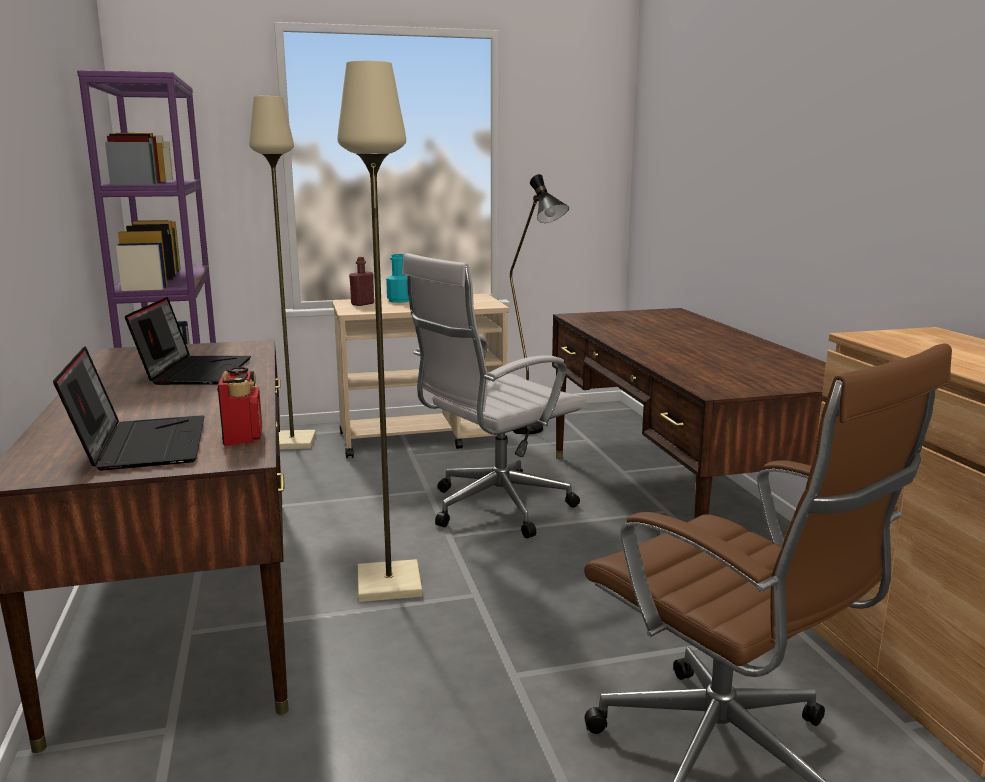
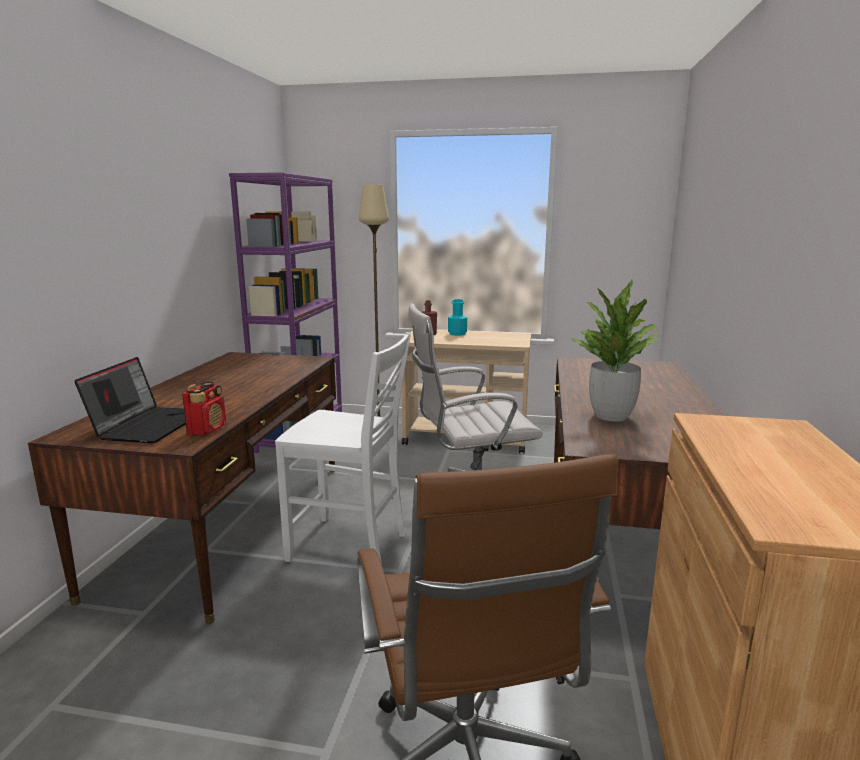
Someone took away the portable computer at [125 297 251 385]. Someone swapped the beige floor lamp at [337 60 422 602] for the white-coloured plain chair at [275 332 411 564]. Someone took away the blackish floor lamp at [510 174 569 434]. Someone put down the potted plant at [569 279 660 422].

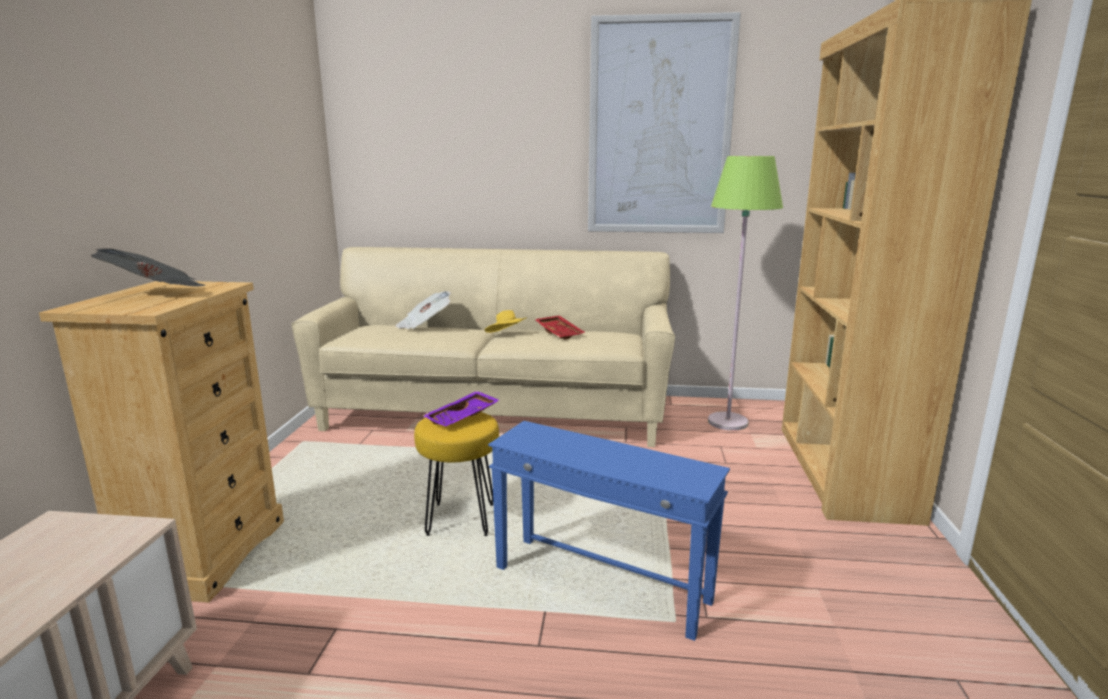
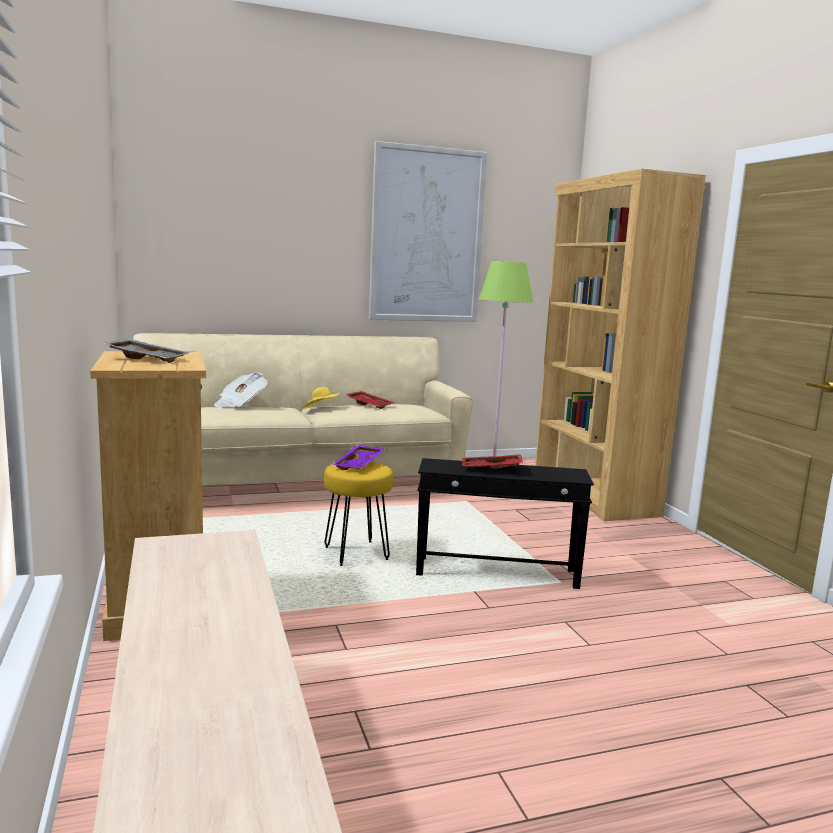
Someone swapped the newspaper at [91 248 205 286] for the greyish serving tray at [103 339 190 363]. Someone repainted the bluish end table at [488 421 730 641], which became the blackish end table at [416 458 594 589]. Someone put down the reddish serving tray at [462 454 523 468].

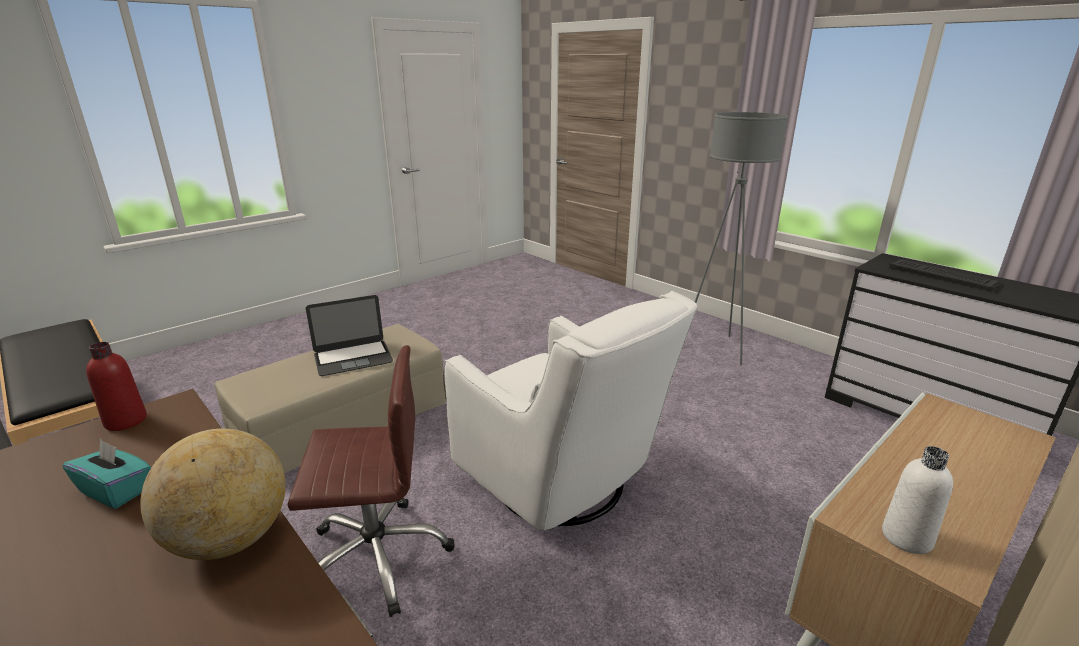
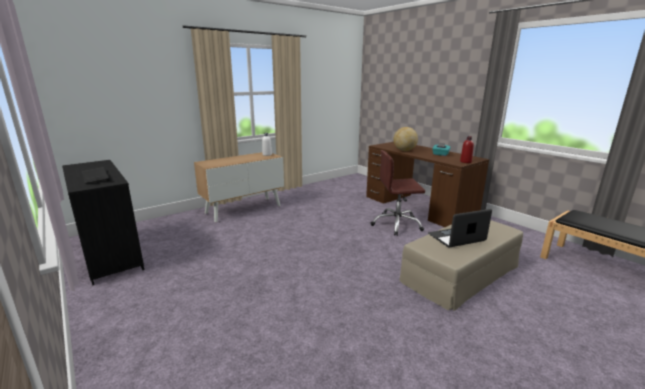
Someone took away the white-coloured armchair at [444 291 697 531]. Someone took away the greyish floor lamp at [695 112 788 366].

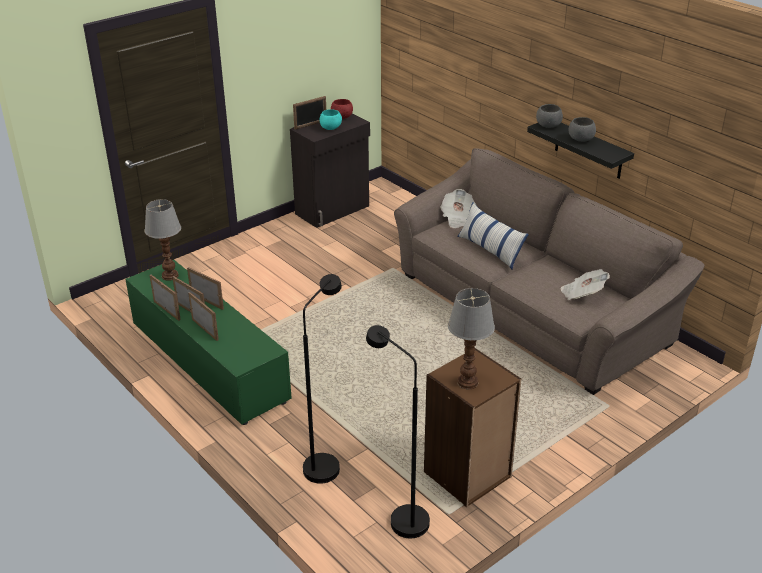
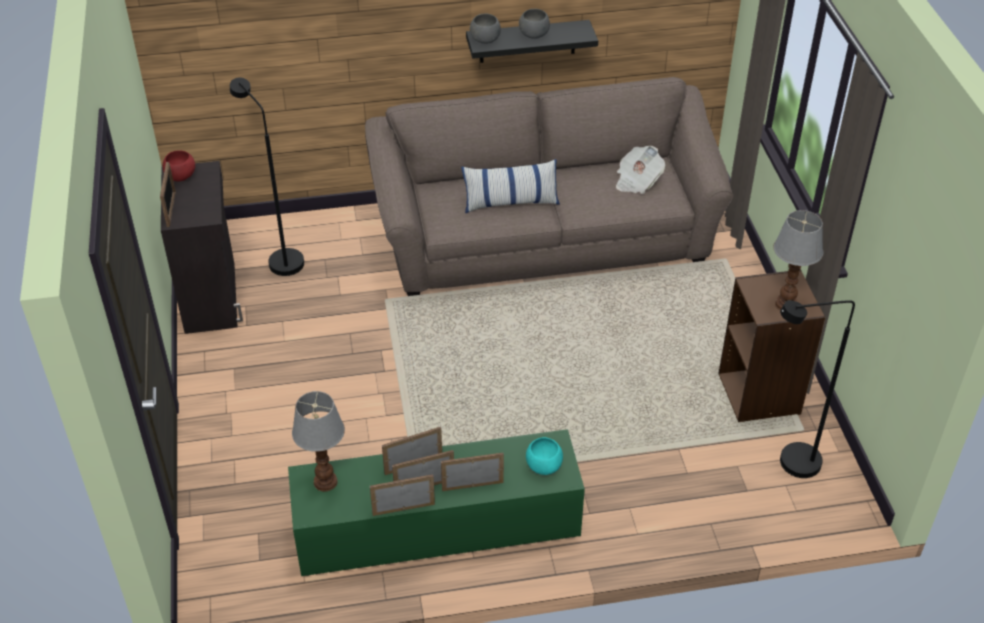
Someone carried the blackish floor lamp from [303 274 342 484] to [230 78 304 276]. Someone carried the turquoise-coloured serving bowl from [320 109 342 130] to [526 437 563 475]. Someone took away the newspaper at [440 189 477 228].

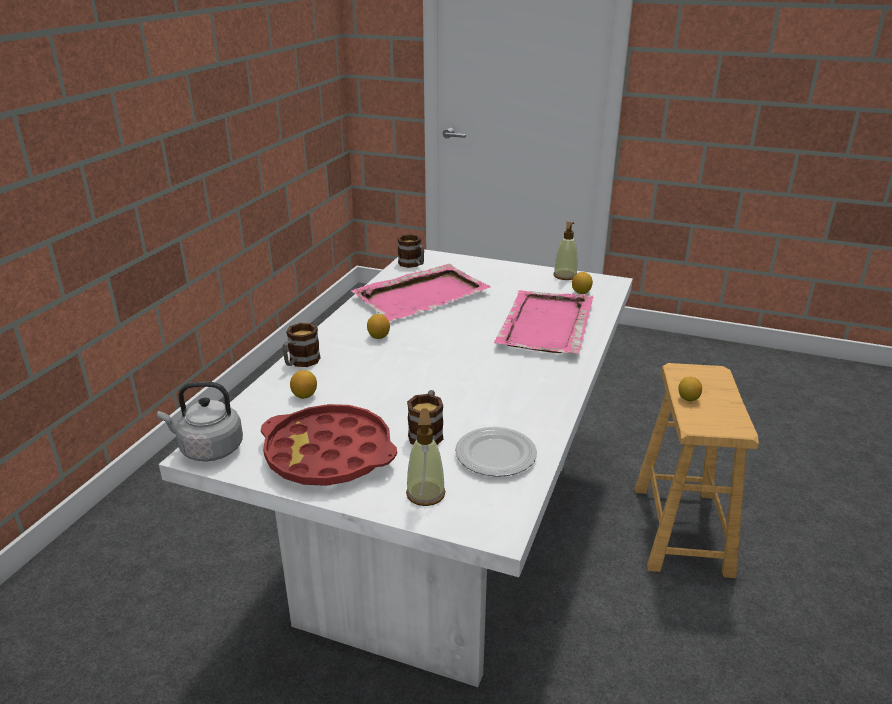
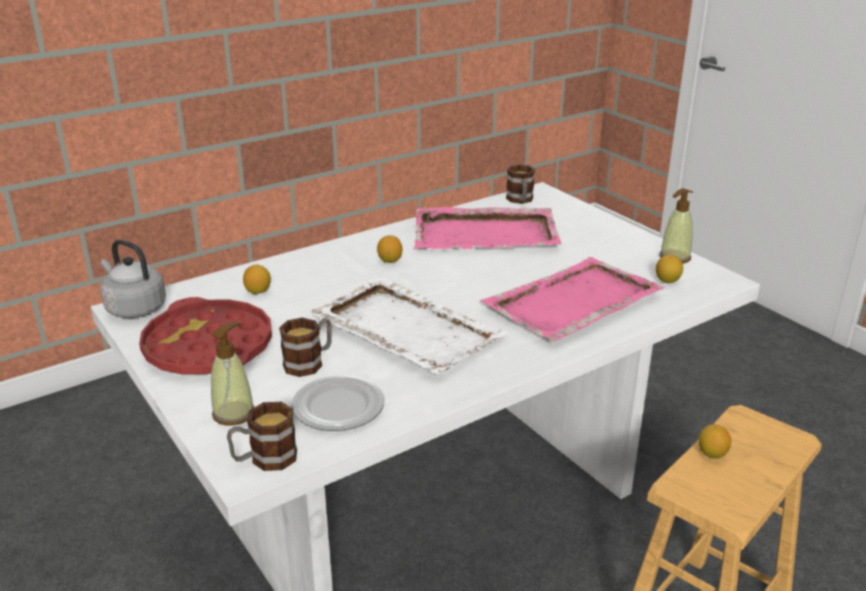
Someone carried the tea mug from [283 323 321 367] to [227 402 297 471]. Someone put down the white-coloured serving tray at [309 277 508 374].

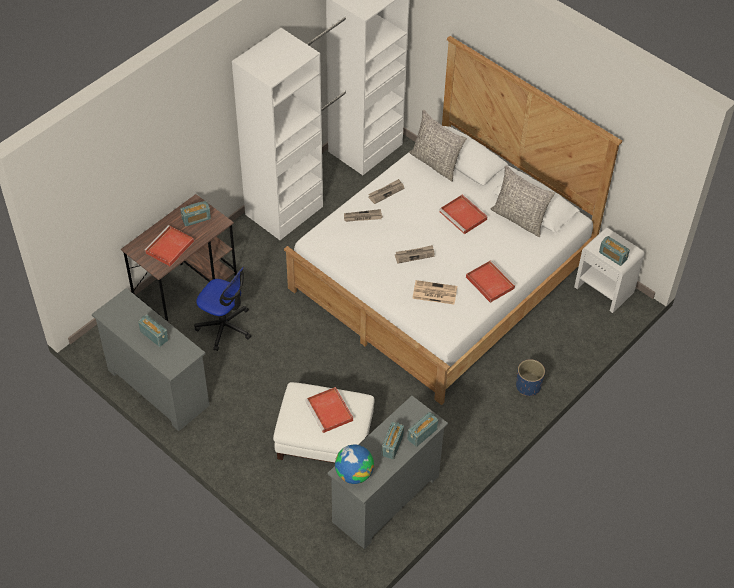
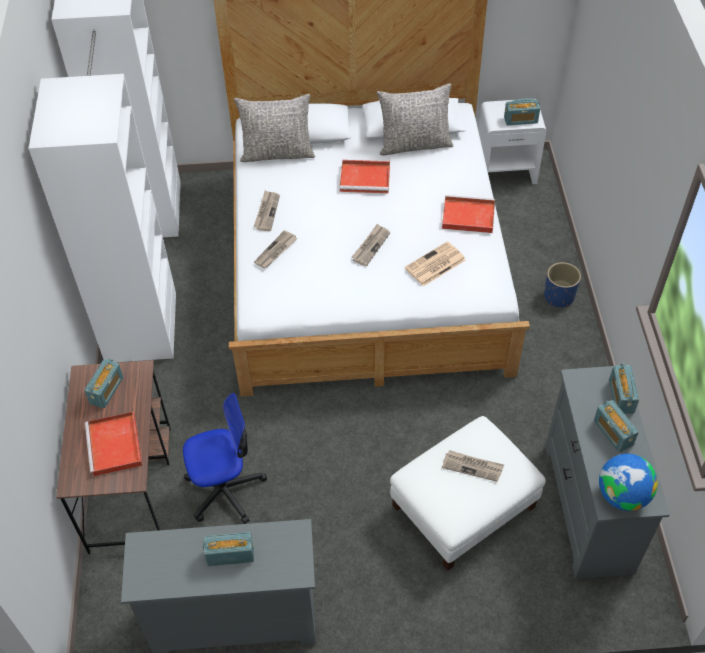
Someone swapped the reddish serving tray at [305 387 353 433] for the newspaper at [442 450 504 482].

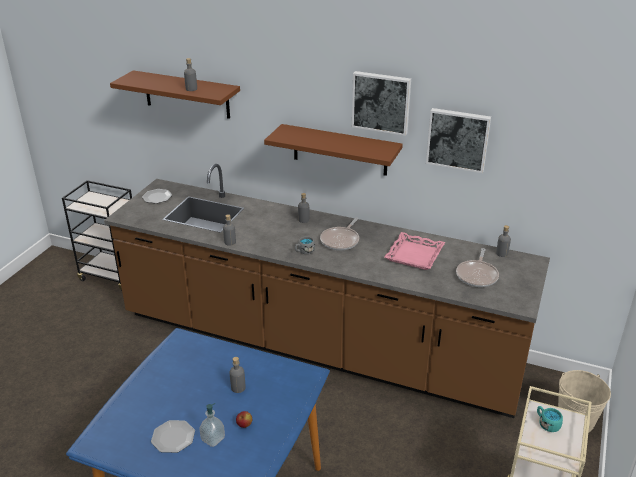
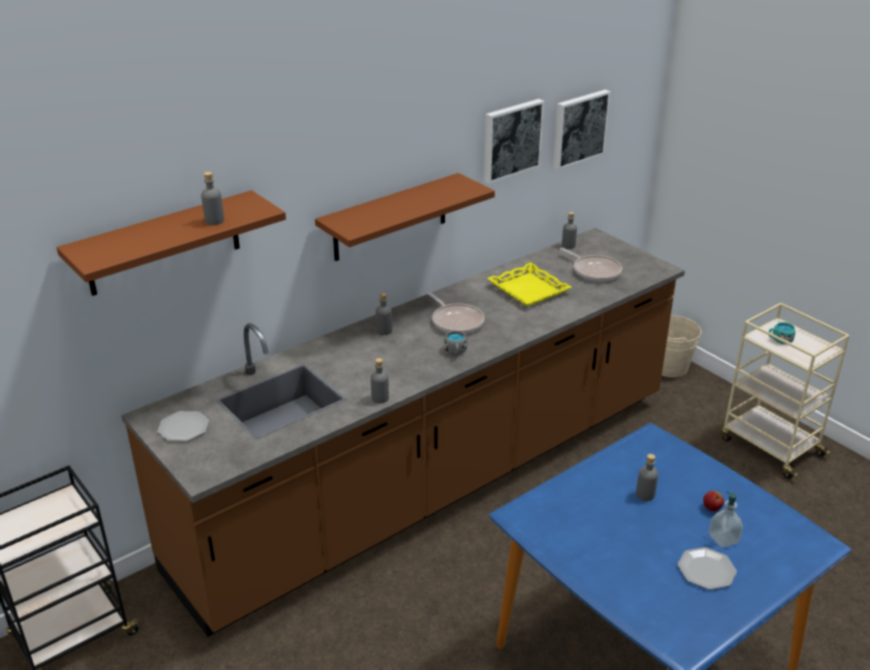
Someone carried the wall picture from [352 71 411 136] to [553 90 611 170]. Someone repainted the pinkish serving tray at [384 232 445 270], which became the yellowish serving tray at [487 262 571 306].

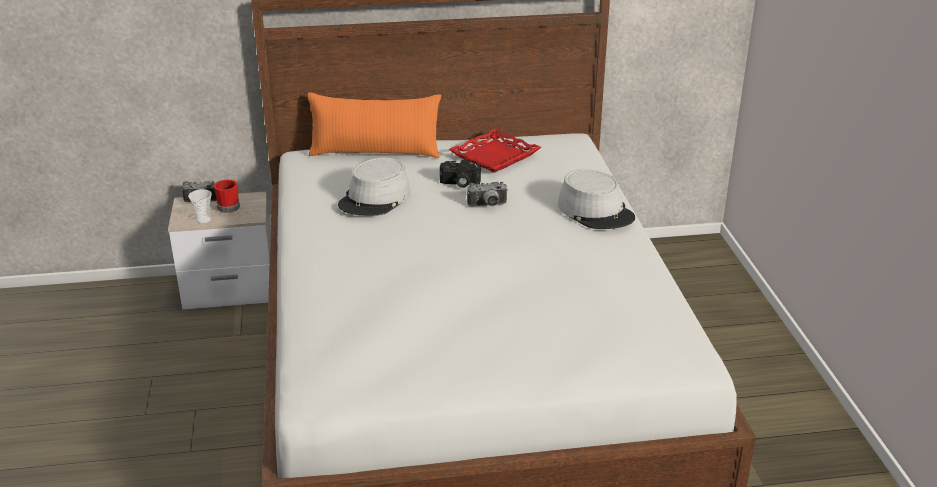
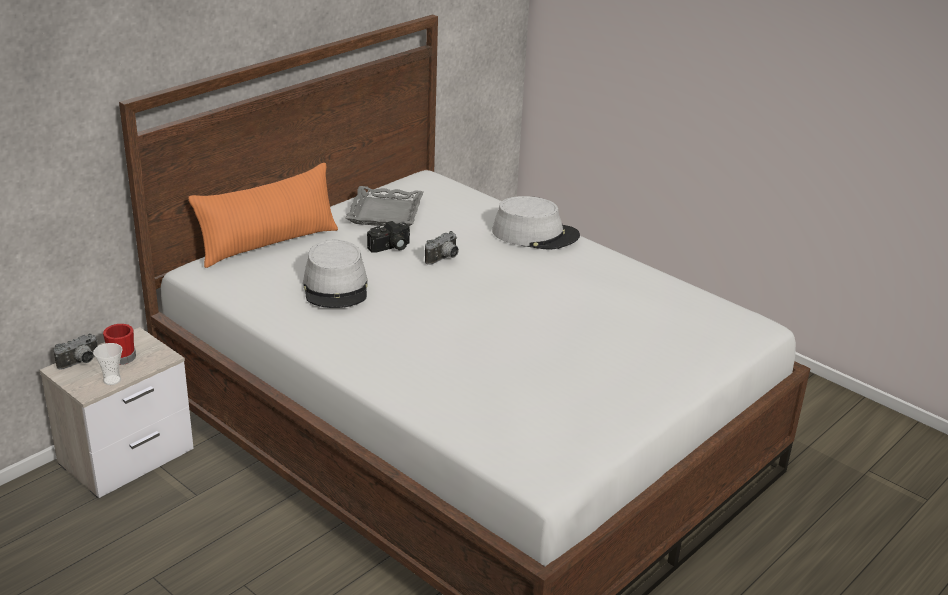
Someone repainted the reddish serving tray at [449 129 542 173], which became the greyish serving tray at [345 186 423 226].

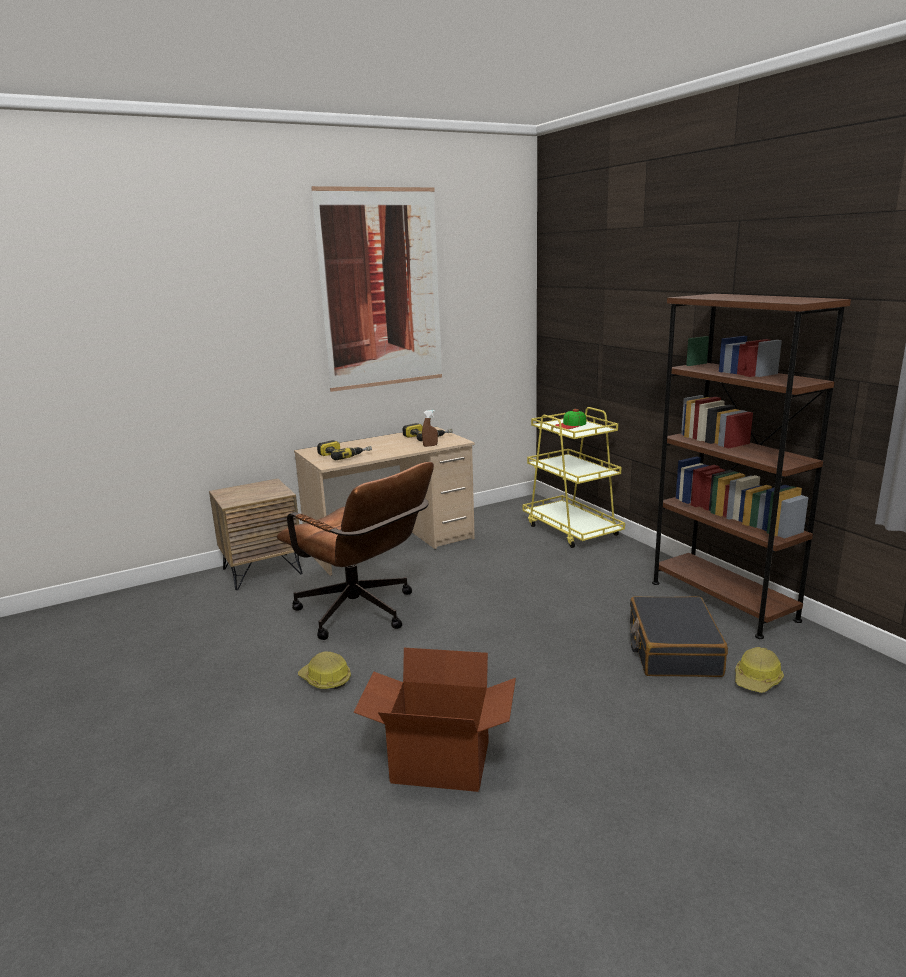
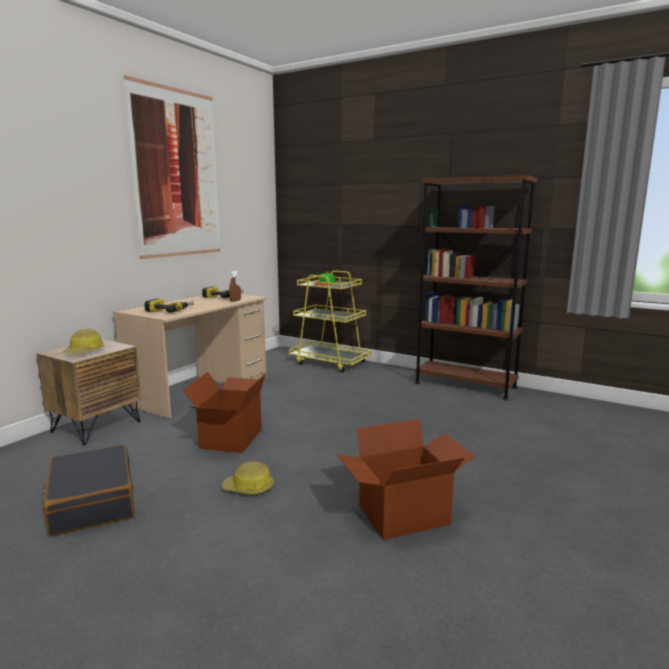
Someone swapped the brown computer chair at [277 462 434 640] for the packing box at [183 372 266 453]. Someone carried the blackish piece of luggage from [630 596 728 677] to [42 444 135 537]. Someone carried the safety helmet from [735 647 784 693] to [63 328 104 354].

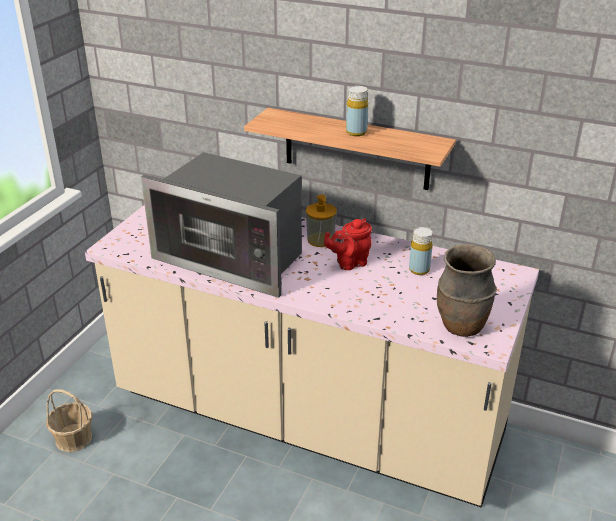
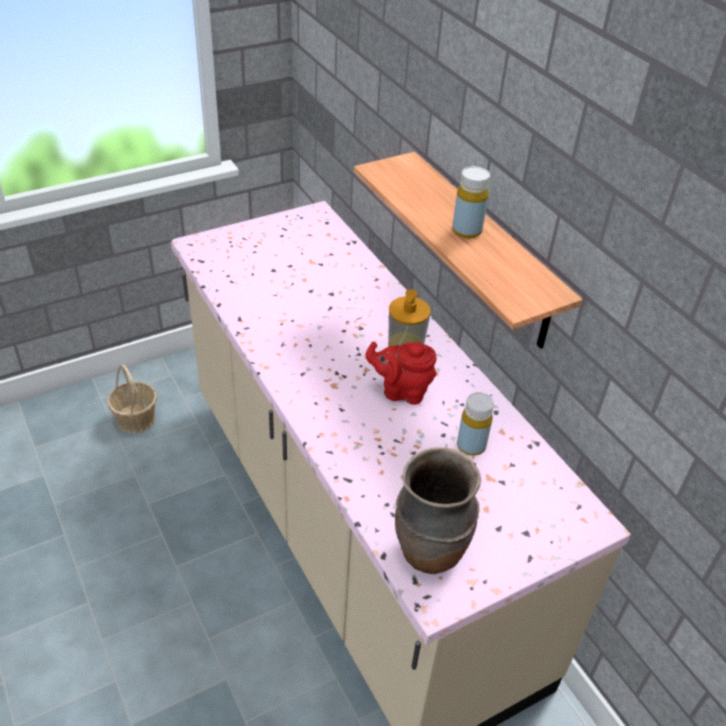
Someone took away the microwave at [141 152 302 298].

